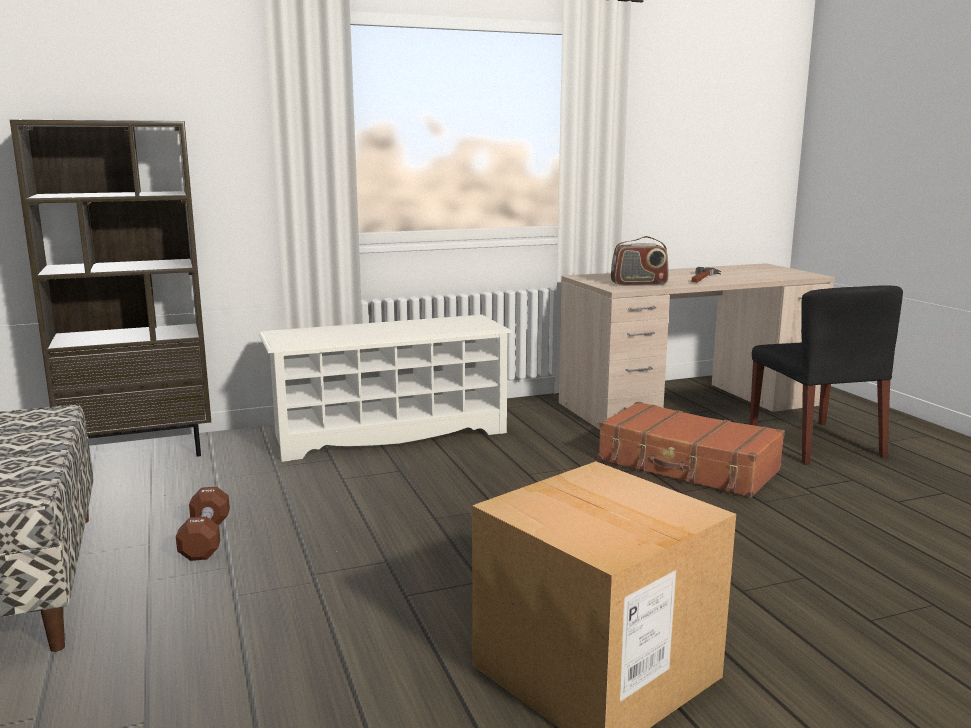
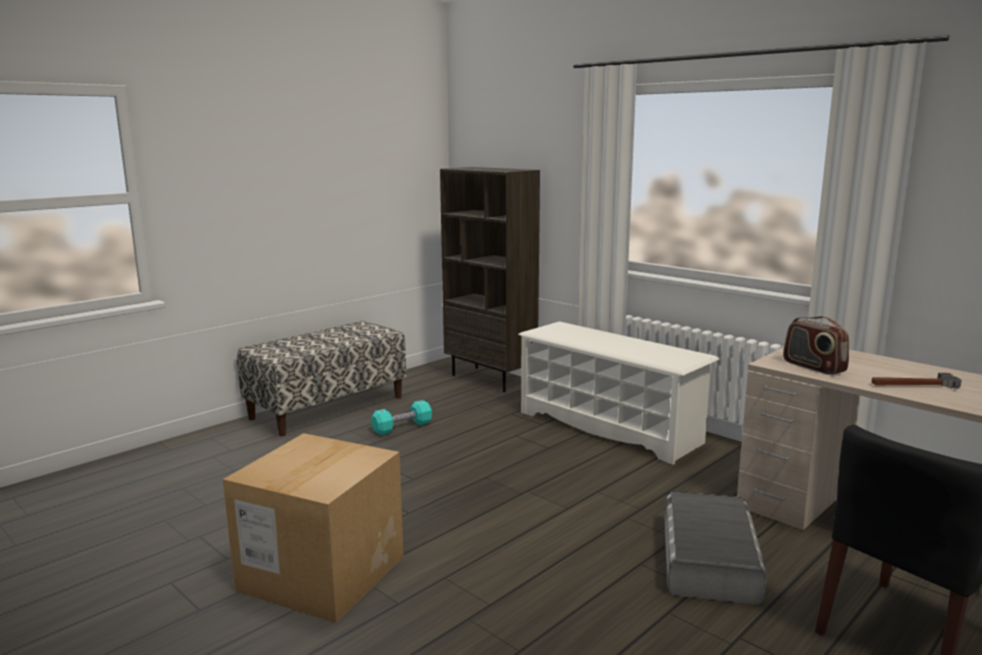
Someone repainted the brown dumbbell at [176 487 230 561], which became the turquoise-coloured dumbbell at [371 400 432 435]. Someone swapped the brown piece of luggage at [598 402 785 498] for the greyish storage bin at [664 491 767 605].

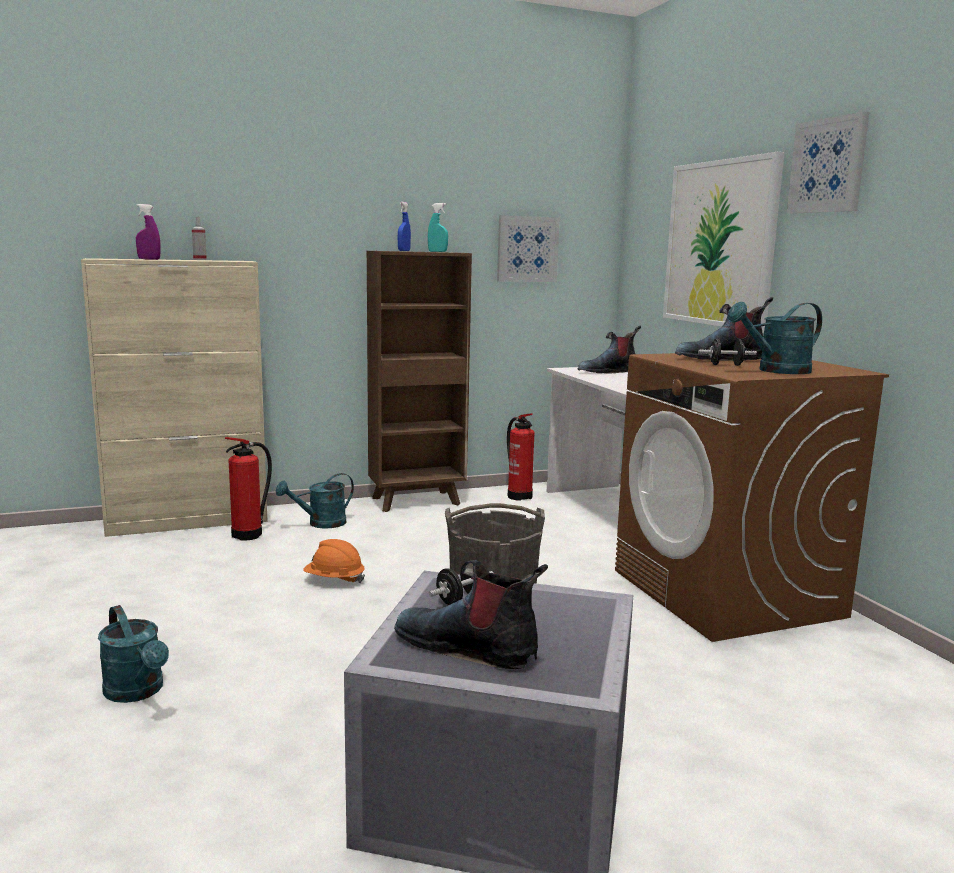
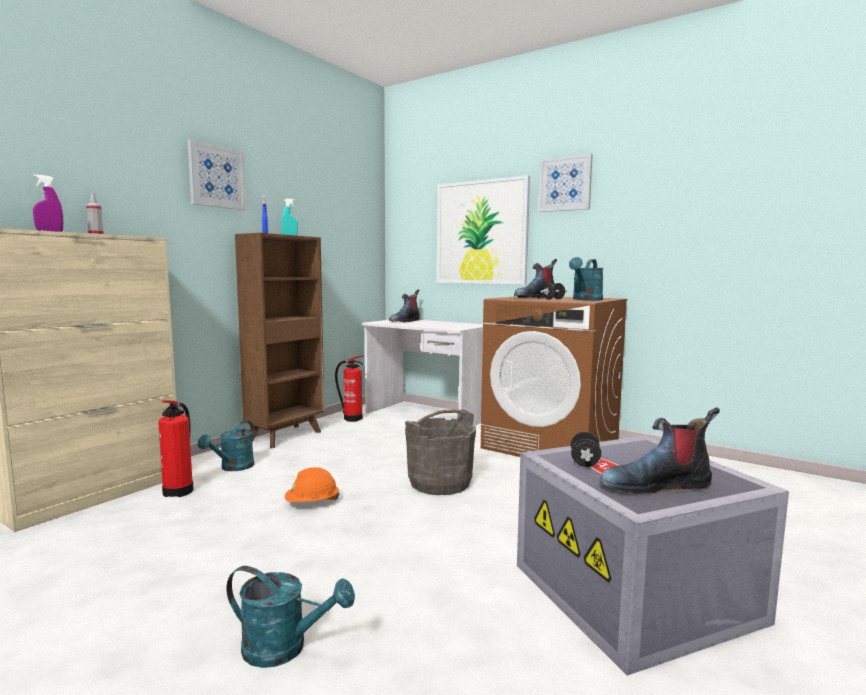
Someone carried the wall picture from [497 215 560 282] to [188 140 246 210].

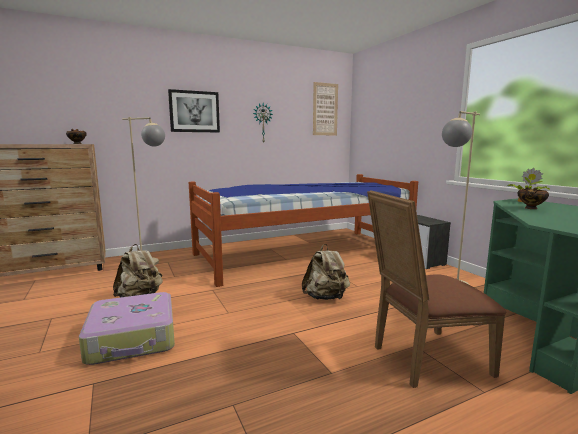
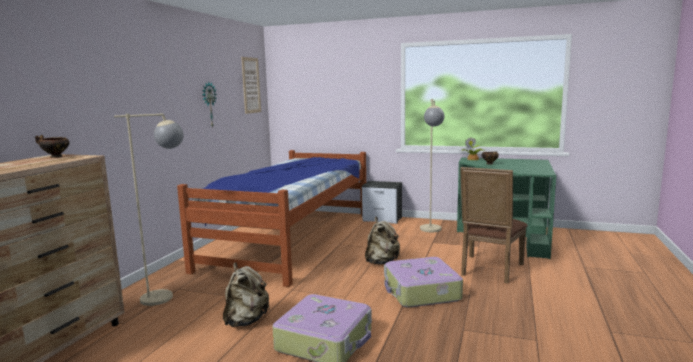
Someone took away the wall picture at [168 89 220 132]. Someone put down the piece of luggage at [384 257 463 307].

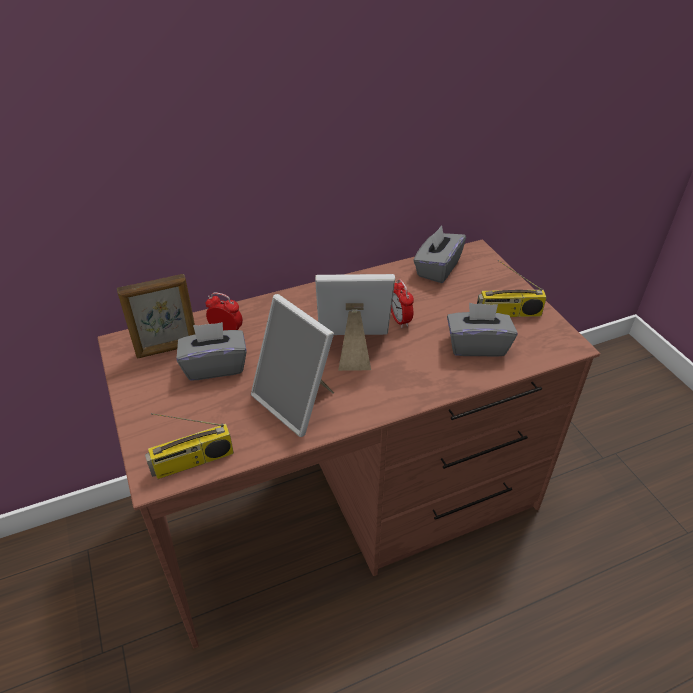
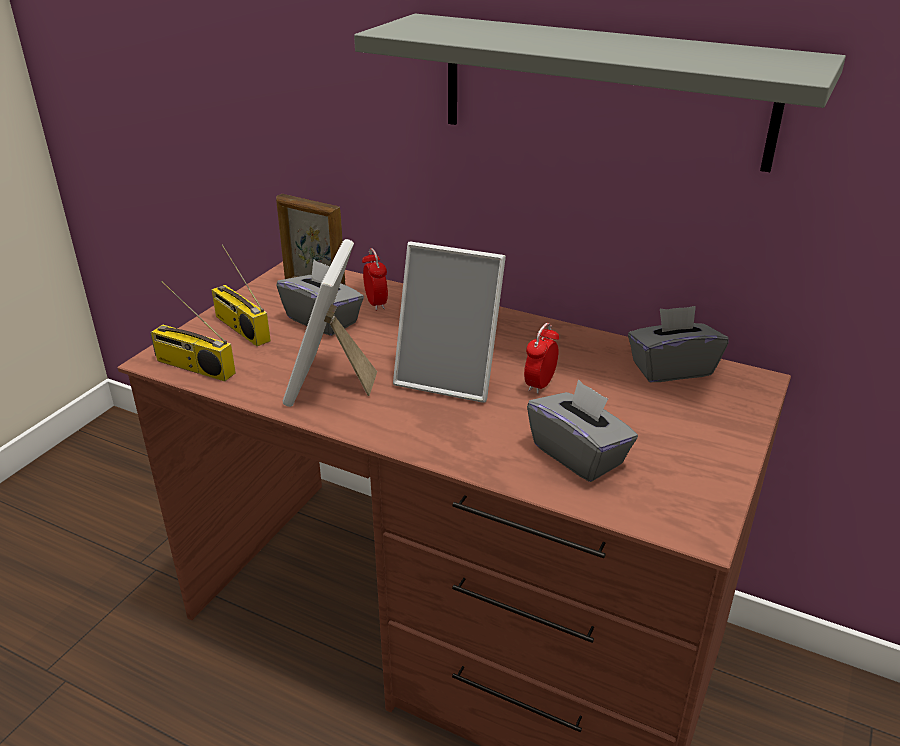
Someone rotated the standing frame at [315 274 395 371] by 150 degrees clockwise. Someone carried the radio receiver from [477 260 547 317] to [212 244 271 346]. Someone put up the greyish wall shelf at [354 13 846 172].

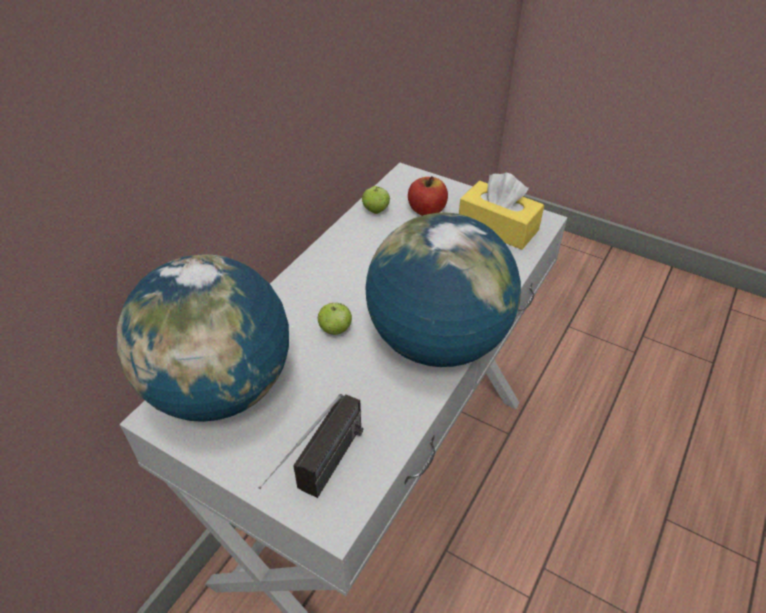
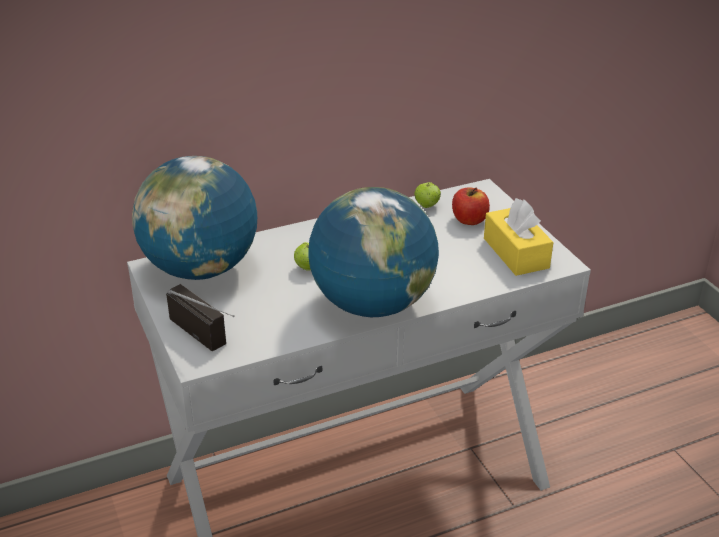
Someone rotated the radio receiver at [259 394 364 498] by 105 degrees counterclockwise.

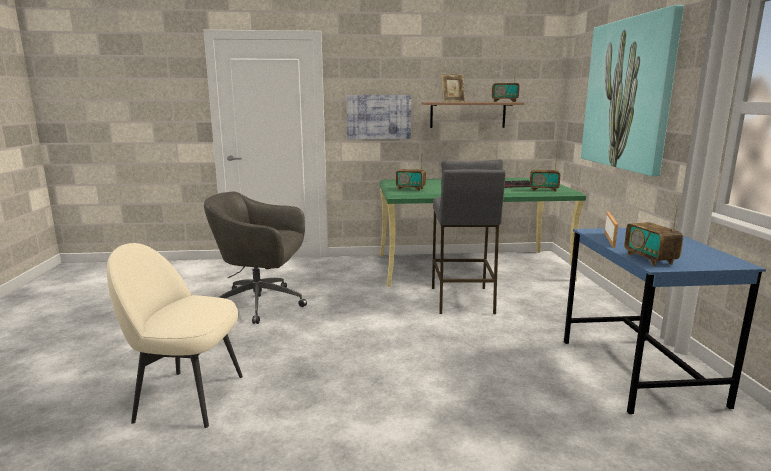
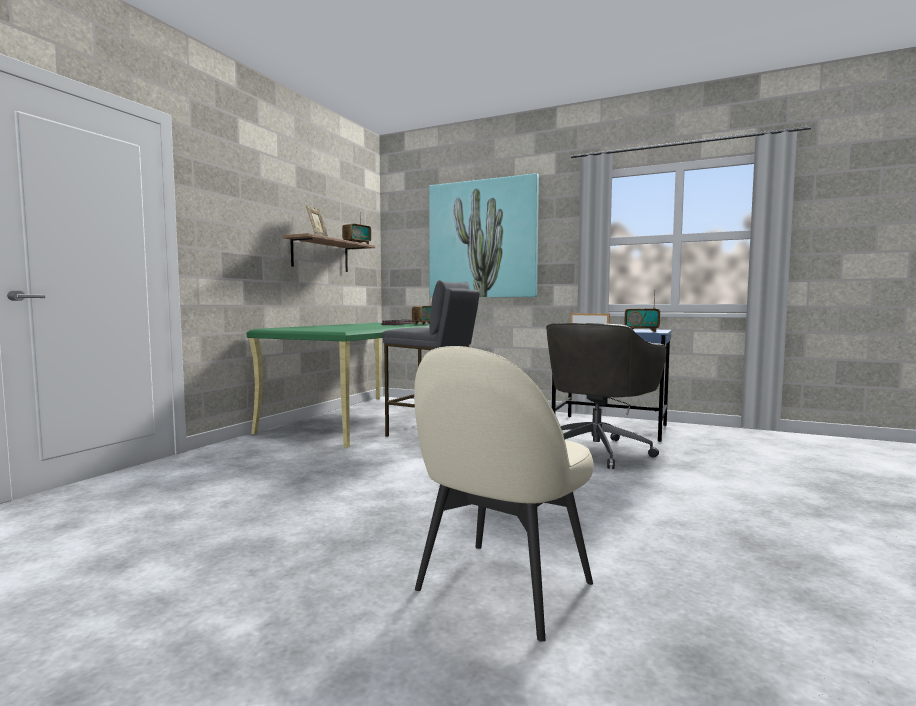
Someone carried the greyish computer chair from [204 192 307 324] to [546 323 666 469]. Someone took away the wall picture at [346 95 411 139]. Someone took away the radio receiver at [396 154 426 191].

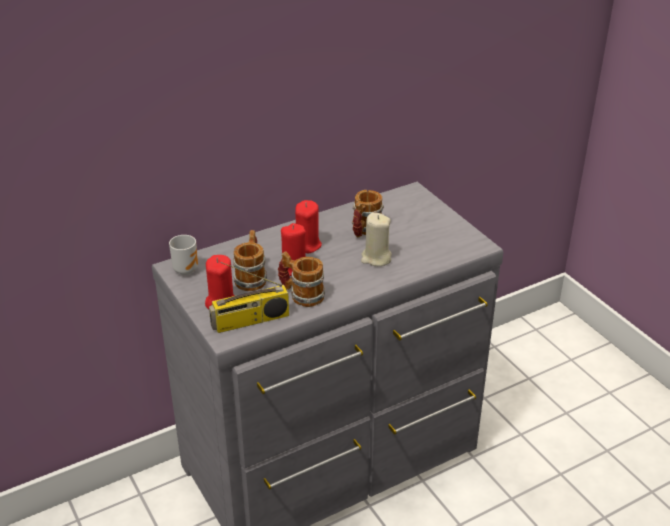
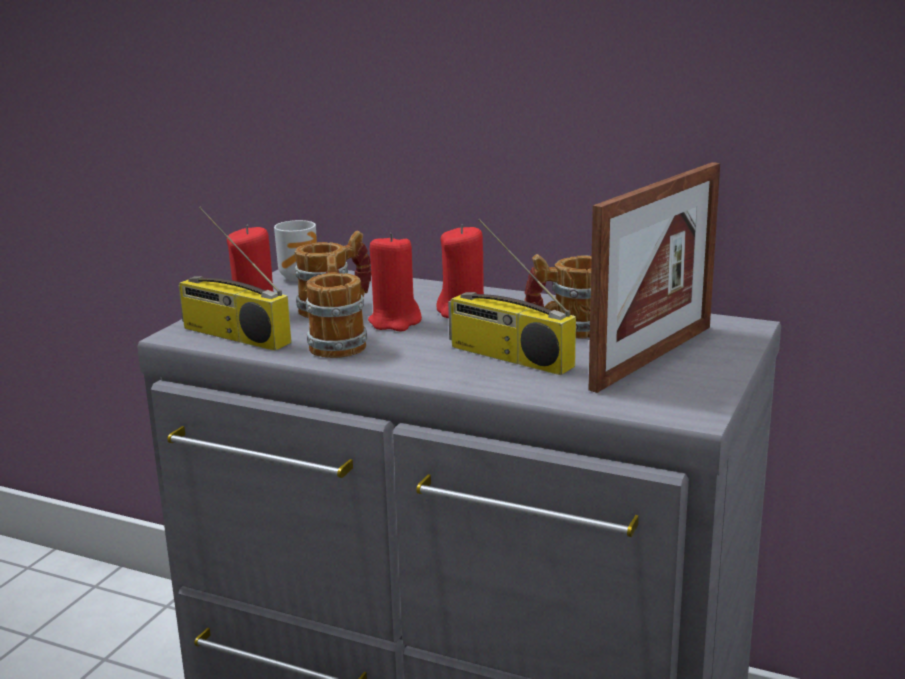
Someone swapped the beige wax light at [361 213 392 266] for the radio receiver at [448 219 576 375]. Someone put down the standing frame at [589 162 720 393].

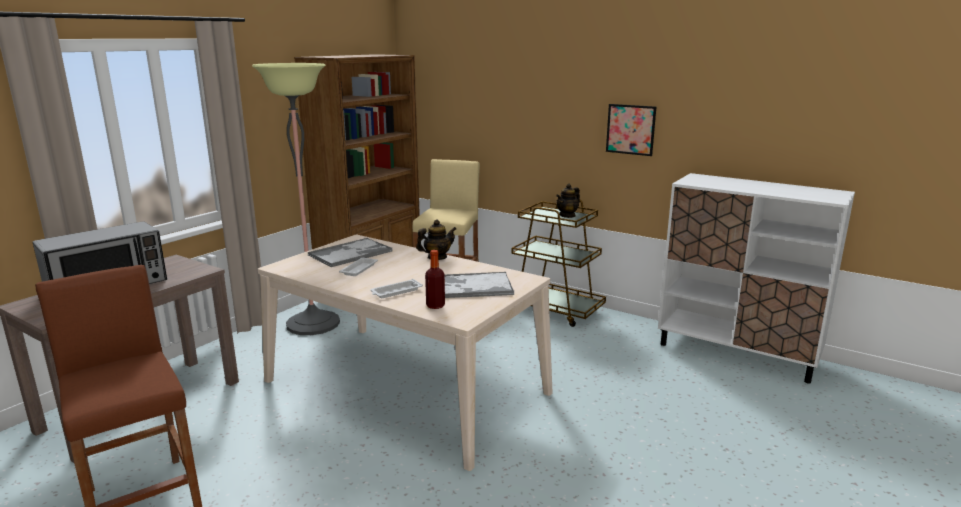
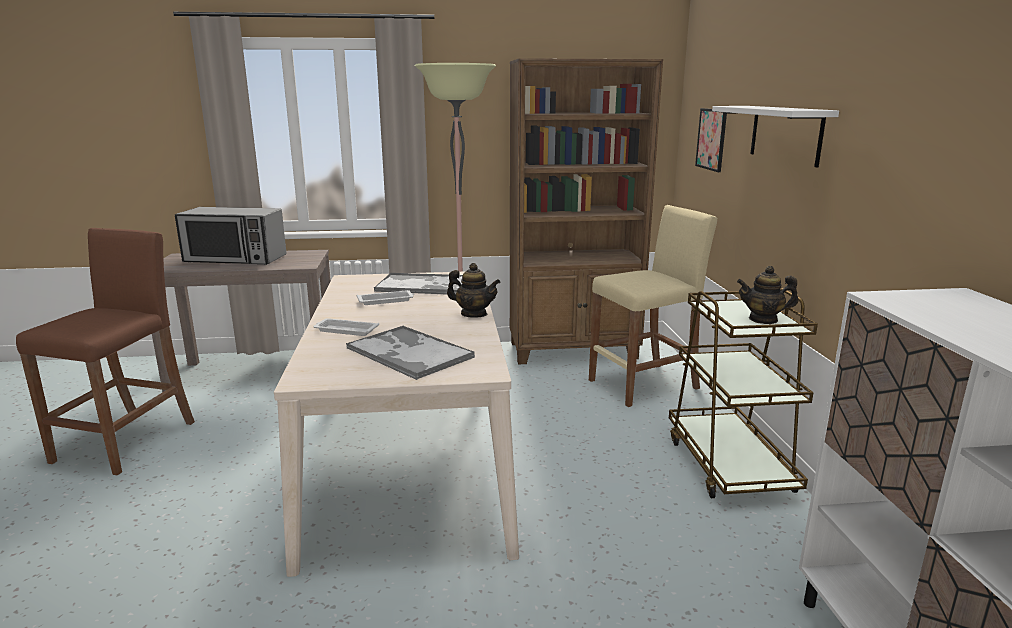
Someone took away the bottle at [425 250 445 309]. Someone carried the wall picture from [606 104 656 156] to [695 108 727 172]. Someone put up the white-coloured wall shelf at [712 106 839 167].

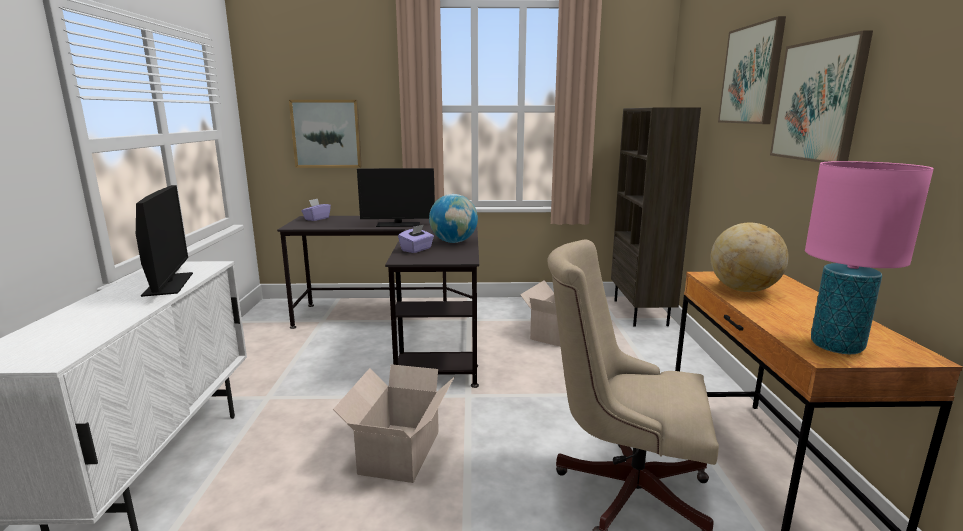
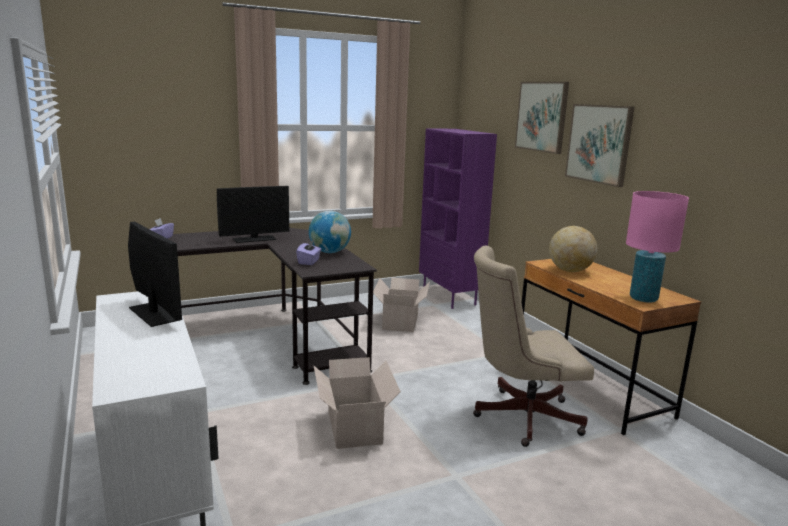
Someone took away the wall picture at [289 100 362 168]. Someone repainted the brown bookshelf at [611 108 701 327], which became the purple-coloured bookshelf at [419 128 497 309].

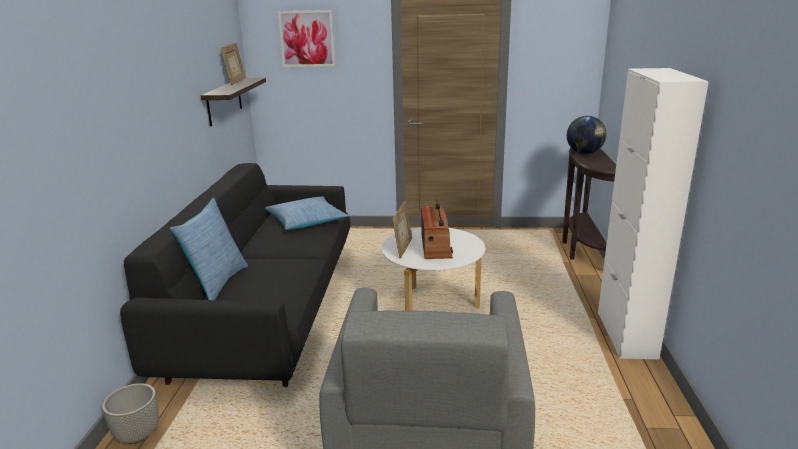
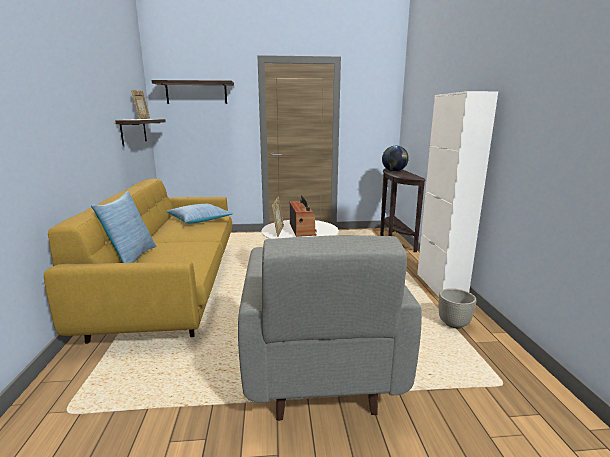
Someone carried the greyish plant pot from [102 383 159 444] to [439 288 476 329]. Someone repainted the blackish couch at [120 163 351 387], which became the yellowish couch at [44 179 232 344]. Someone swapped the wall picture at [278 10 336 67] for the wall shelf at [151 80 234 104].

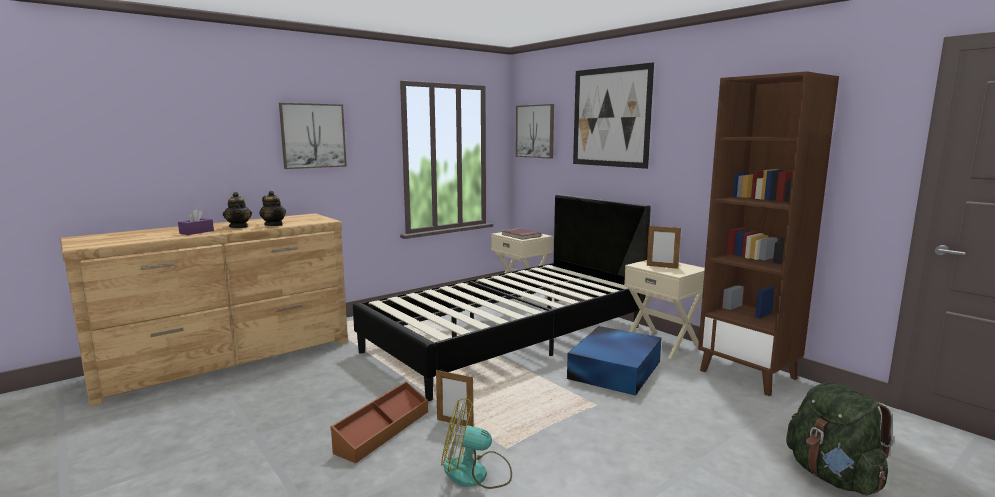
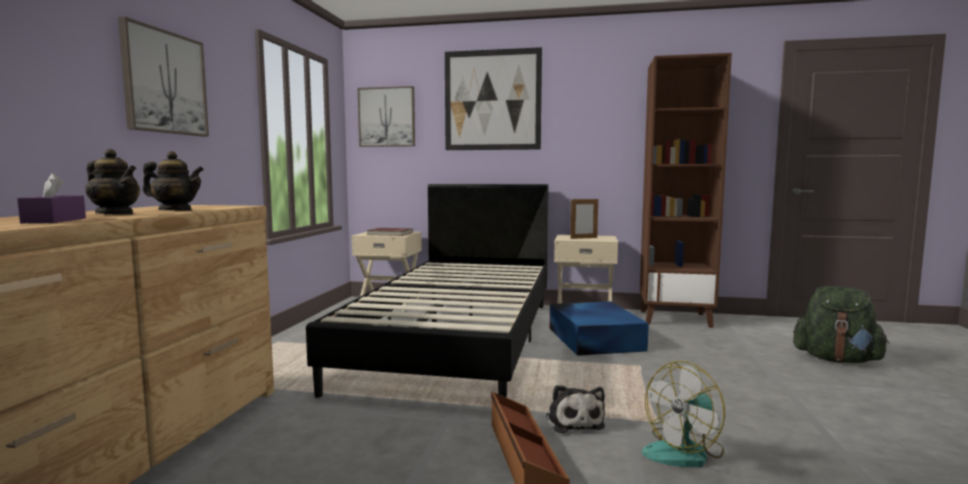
Someone swapped the standing frame at [436 370 473 426] for the soft toy at [546 385 605 433].

